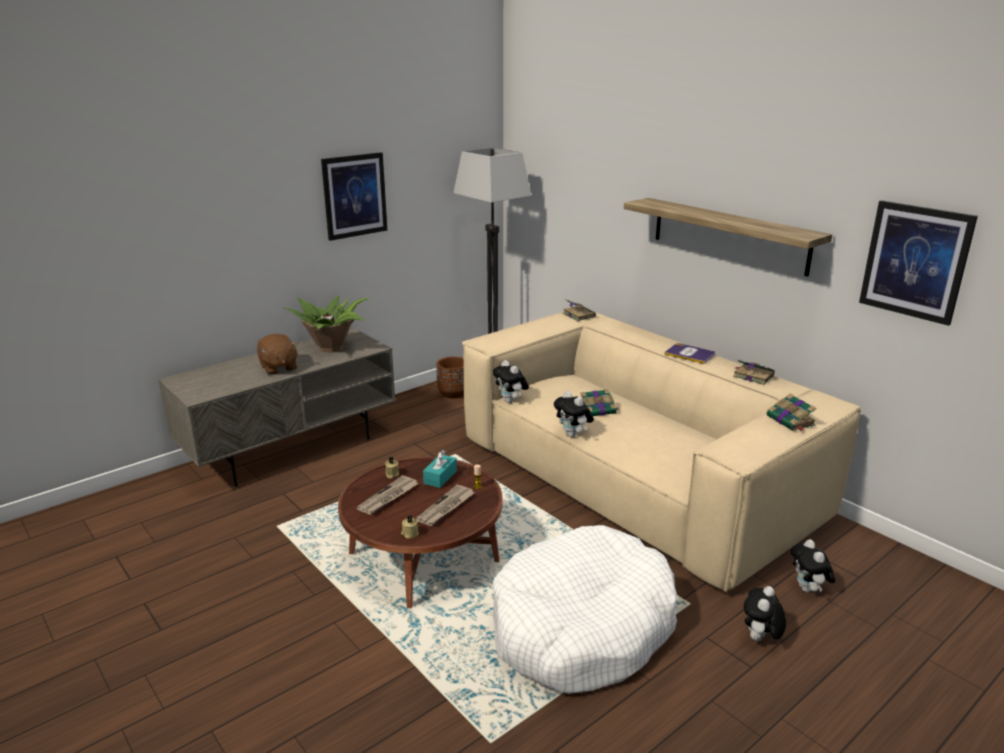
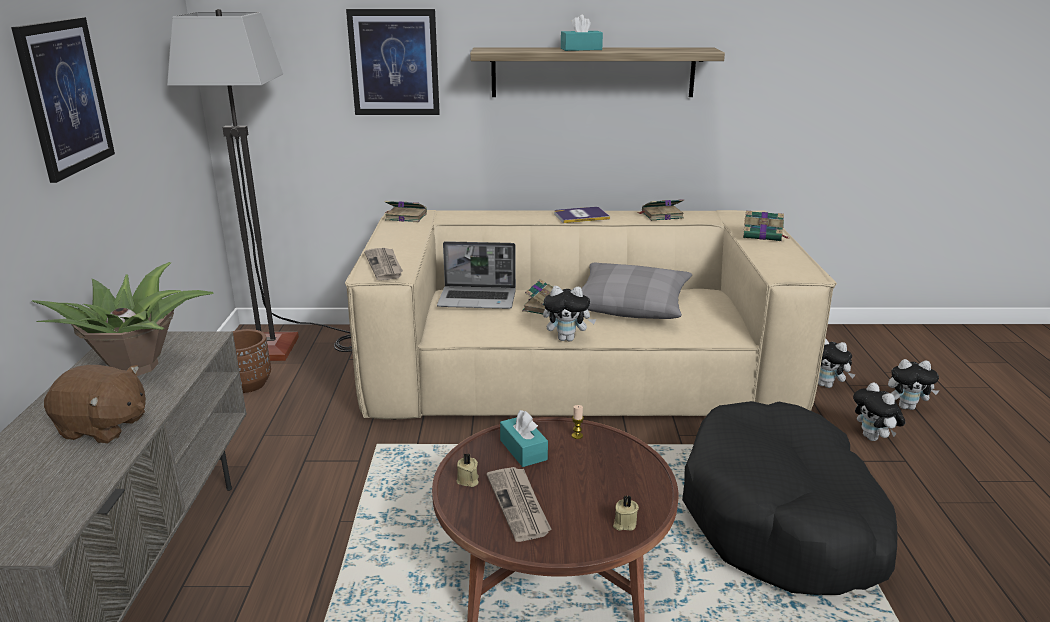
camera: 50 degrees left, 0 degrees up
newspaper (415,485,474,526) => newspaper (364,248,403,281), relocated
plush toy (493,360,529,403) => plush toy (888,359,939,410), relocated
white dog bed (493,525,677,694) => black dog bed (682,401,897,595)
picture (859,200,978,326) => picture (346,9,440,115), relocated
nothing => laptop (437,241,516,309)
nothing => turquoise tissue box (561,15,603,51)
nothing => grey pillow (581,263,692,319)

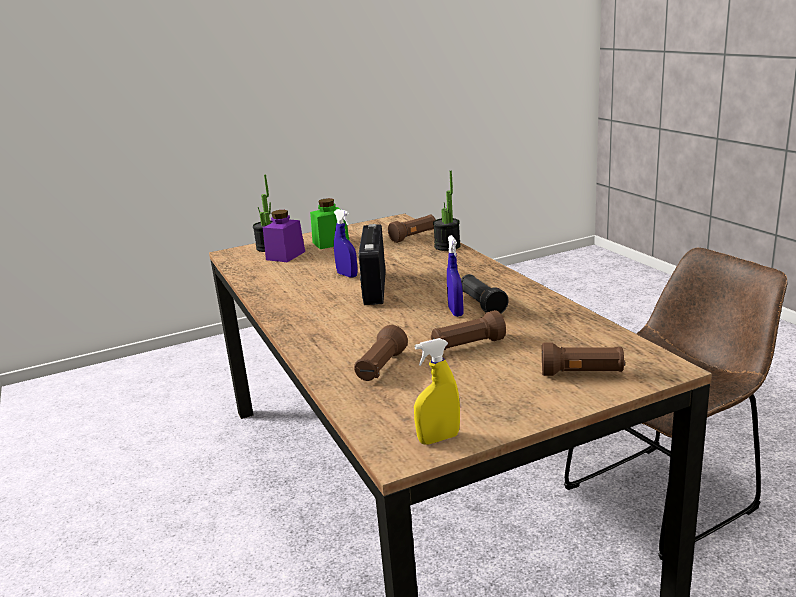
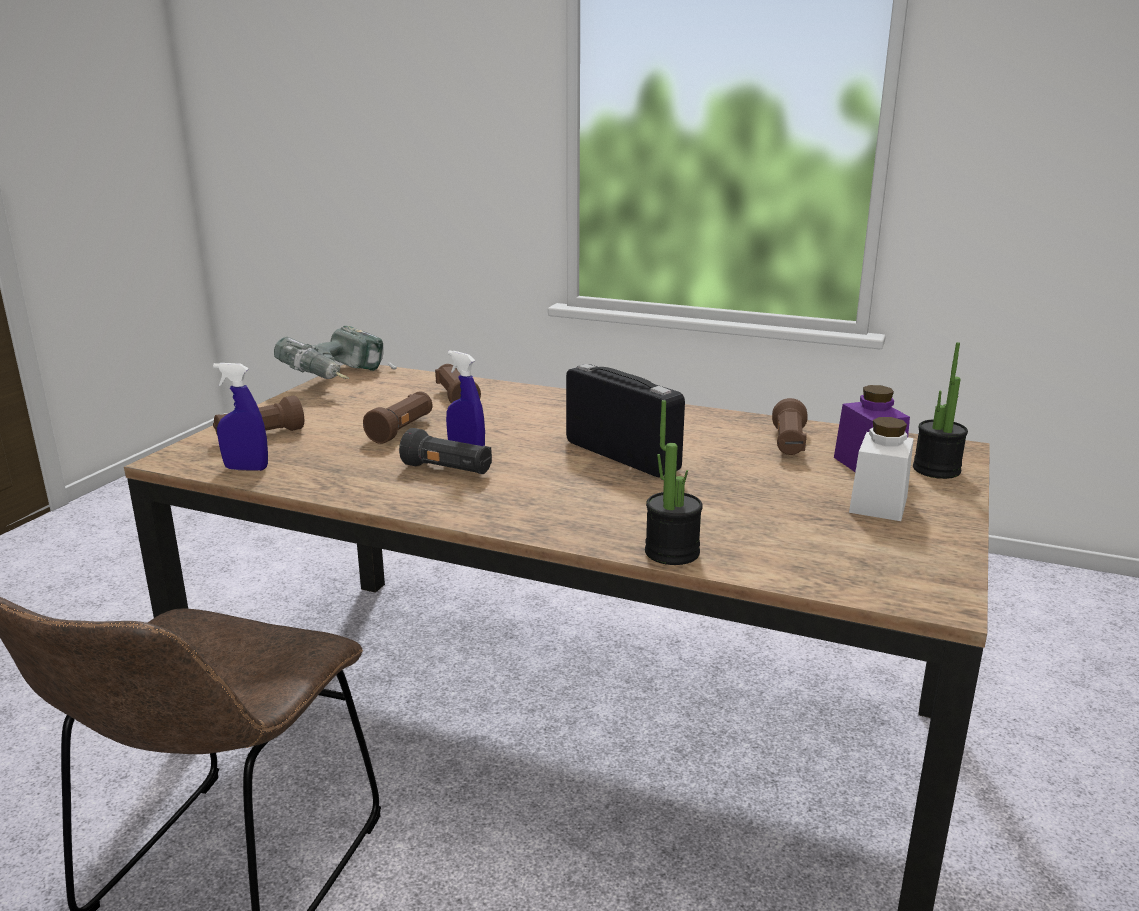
camera: 135 degrees right, 0 degrees up
green jar (310,198,349,249) => white jar (849,417,914,521)
blue spray bottle (334,209,358,278) => blue spray bottle (213,363,268,471), relocated
brown flashlight (388,215,436,243) => brown flashlight (772,398,808,455), relocated
yellow spray bottle (414,338,460,444) => power drill (274,326,397,379)

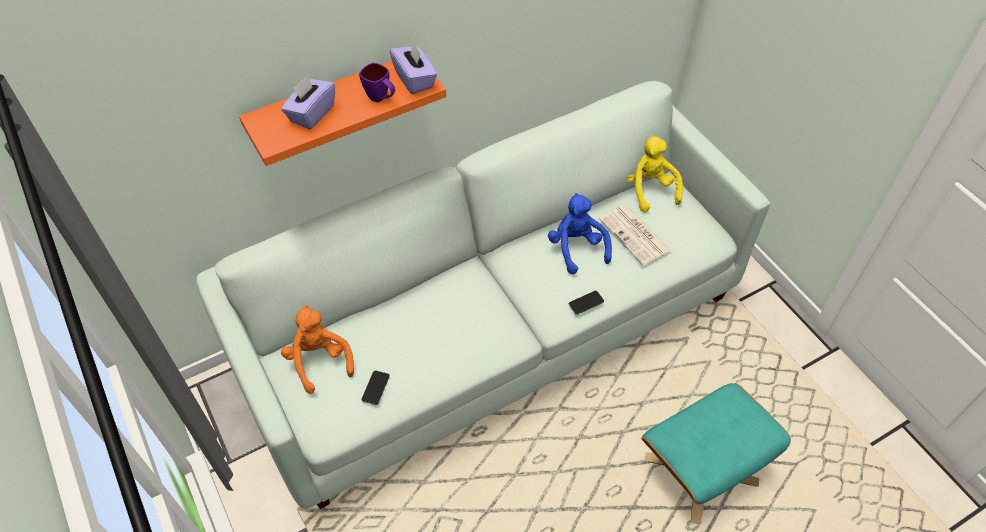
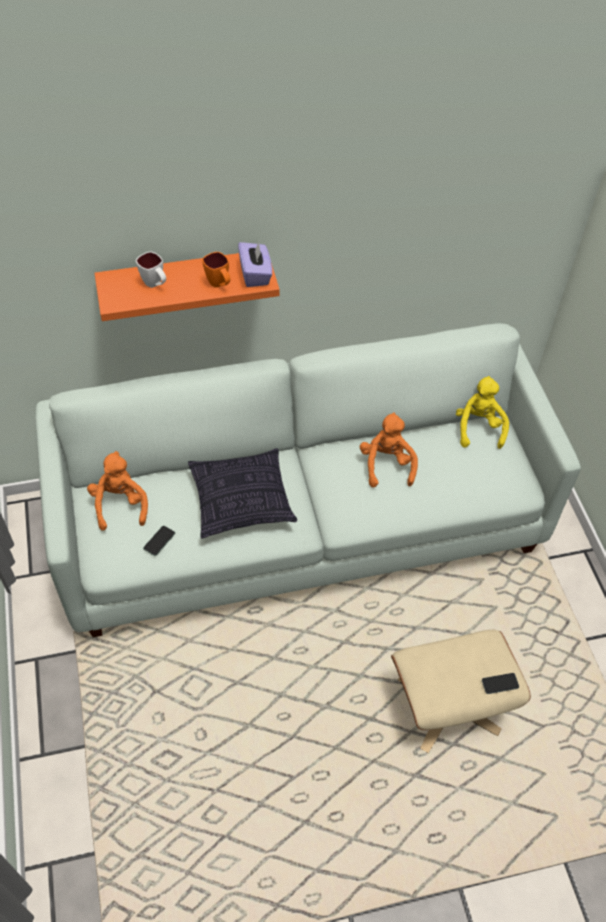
camera: 15 degrees right, 0 degrees up
purple tissue box (281,75,335,129) => white mug (136,252,166,288)
purple mug (359,63,395,102) => orange mug (202,252,230,288)
blue plush toy (548,193,612,274) => orange plush toy (360,412,418,487)
phone (569,291,604,315) => phone (482,673,519,694), relocated
newspaper (599,205,672,266) => nothing
turquoise ottoman (641,383,791,524) => beige ottoman (391,630,531,753)
nothing => pillow (188,448,297,539)

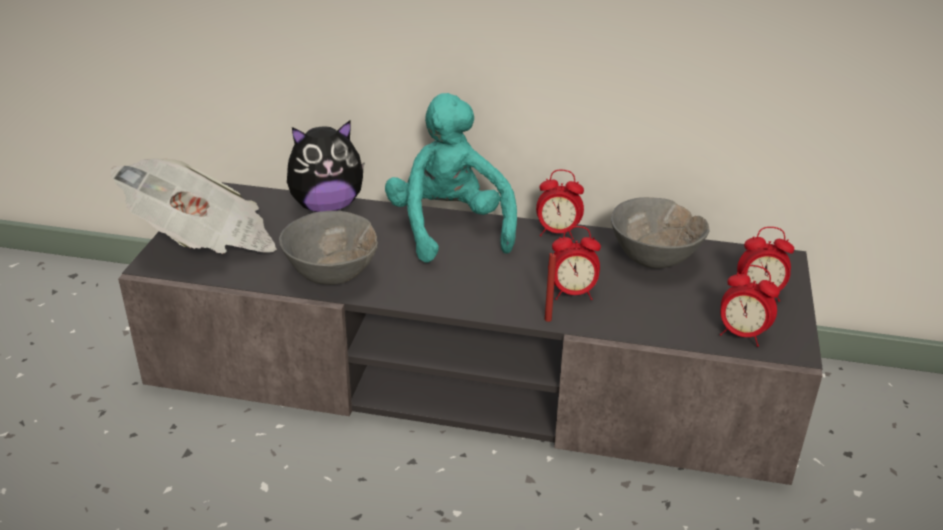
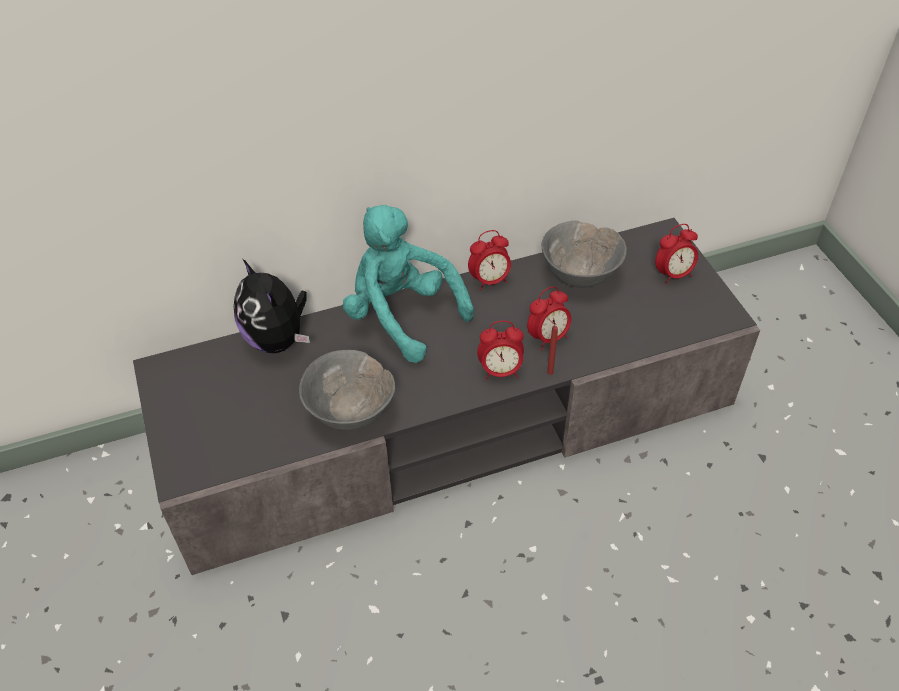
camera: 30 degrees left, 15 degrees up
newspaper (110,158,277,254) => nothing
plush toy (287,120,365,212) => plush toy (234,259,310,353), 105 degrees clockwise
alarm clock (720,265,780,347) => alarm clock (477,321,524,380), relocated

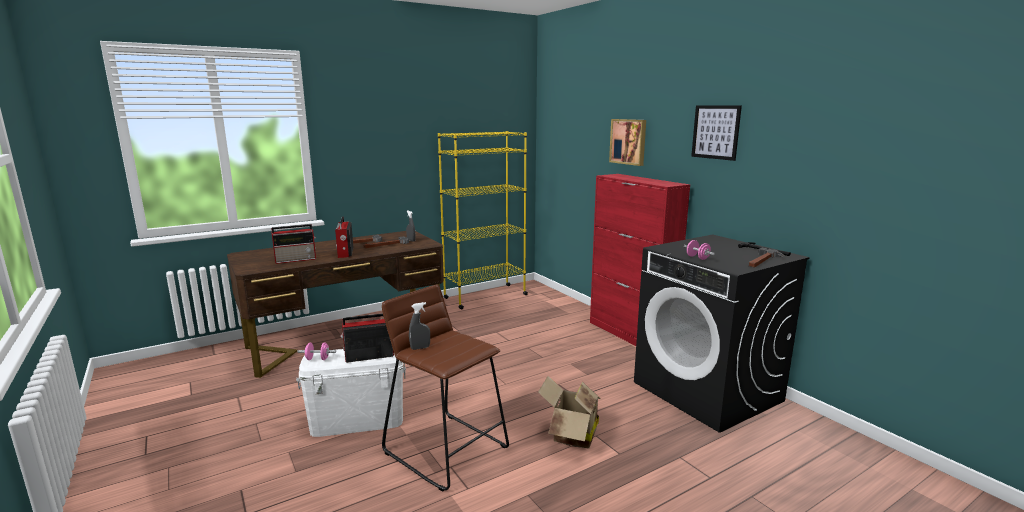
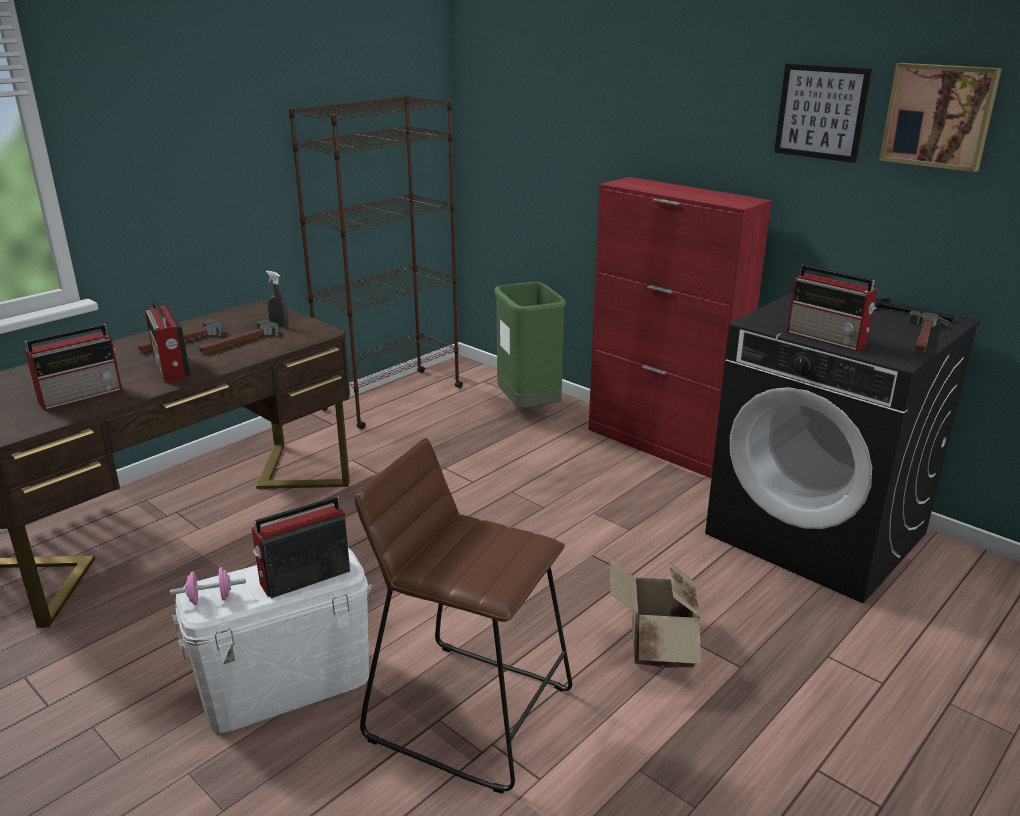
camera: 15 degrees left, 10 degrees up
grey spray bottle (409,302,430,350) => nothing
yellow bookcase (438,131,528,309) => brown bookcase (288,95,463,429)
picture (609,119,646,166) => picture (879,63,1002,172), relocated
pink dumbbell (684,240,715,260) => radio (787,265,878,352)
nothing => green trash can (494,282,566,408)

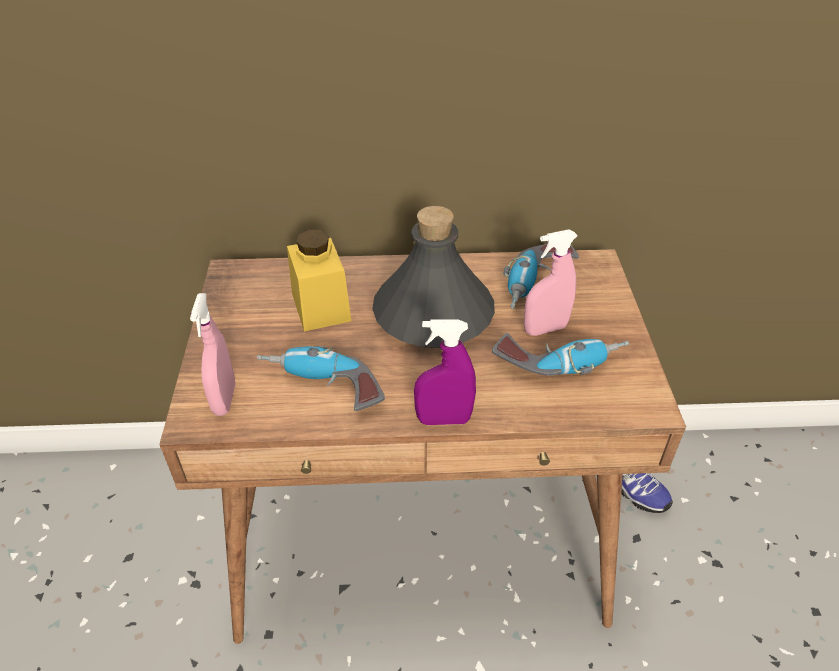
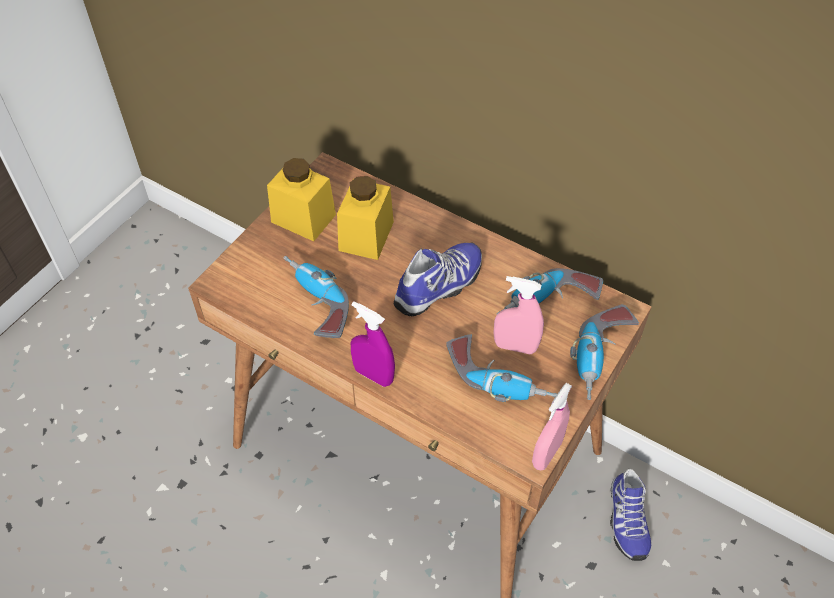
camera: 35 degrees right, 10 degrees up
pink spray bottle (190,293,235,416) => pink spray bottle (532,383,572,470), relocated
grey bottle (372,206,495,348) => shoe (394,242,482,316)
nothing => yellow jar (267,158,336,241)
nothing => power drill (570,304,639,400)

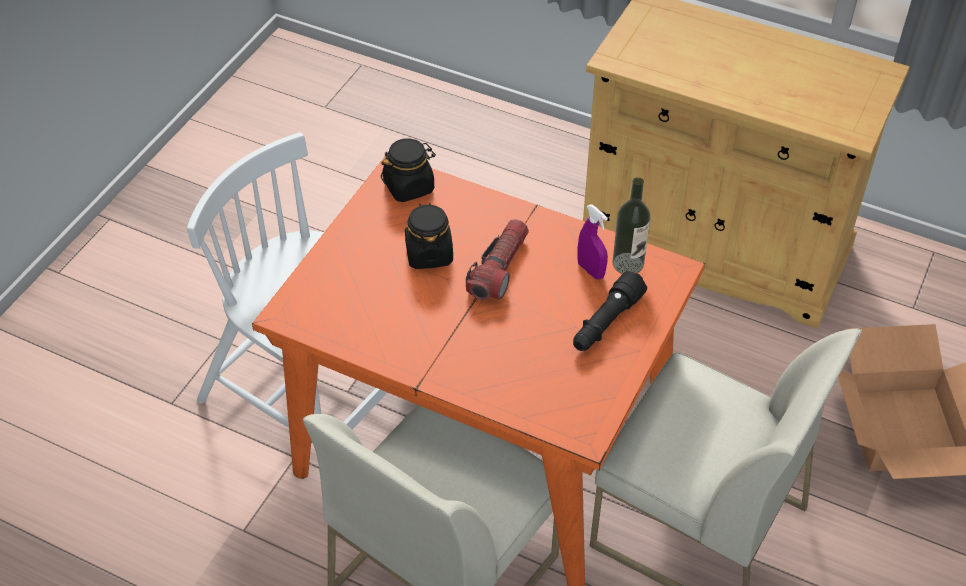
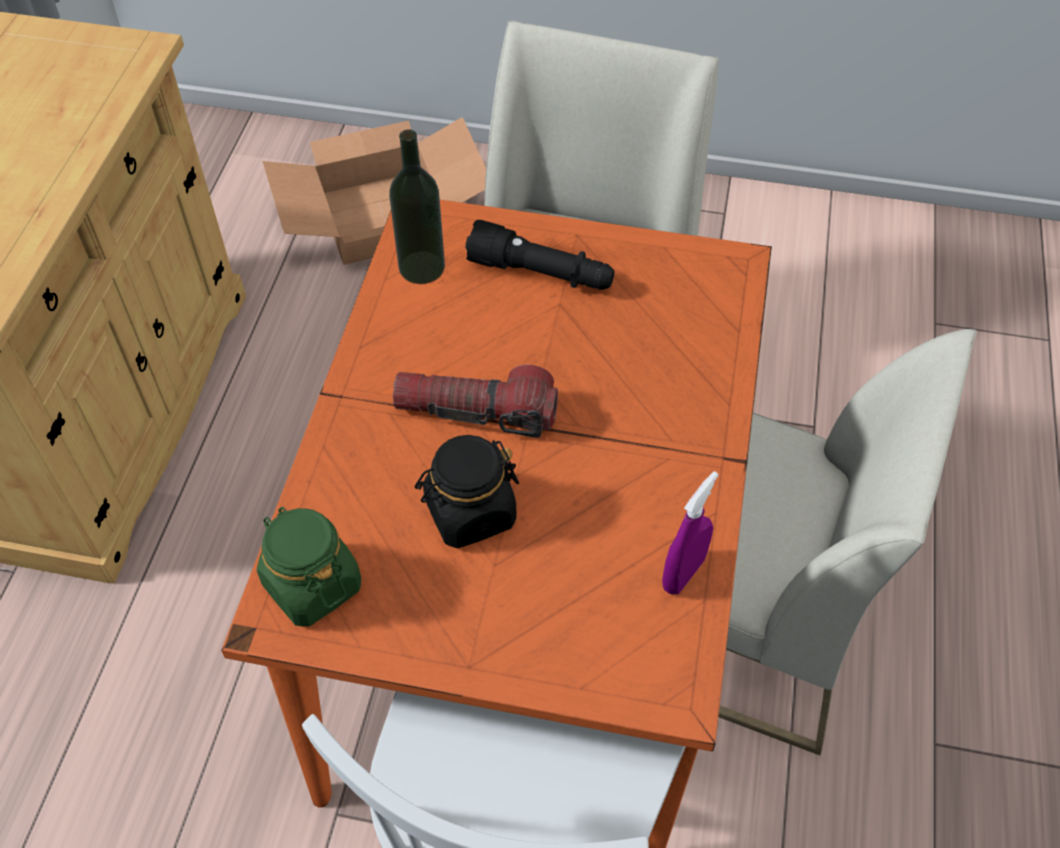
camera: 105 degrees left, 5 degrees up
black jar (381,138,436,202) => green jar (257,507,361,627)
purple spray bottle (577,204,608,279) => purple spray bottle (662,471,719,594), relocated

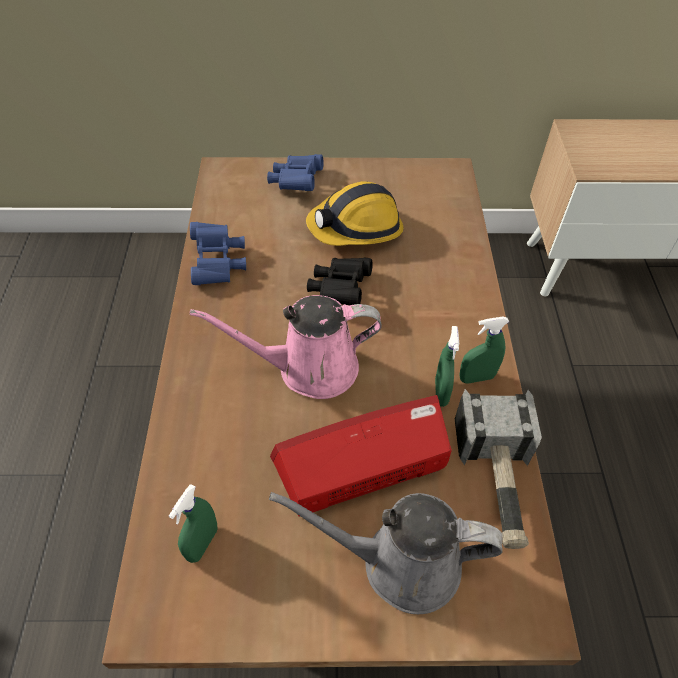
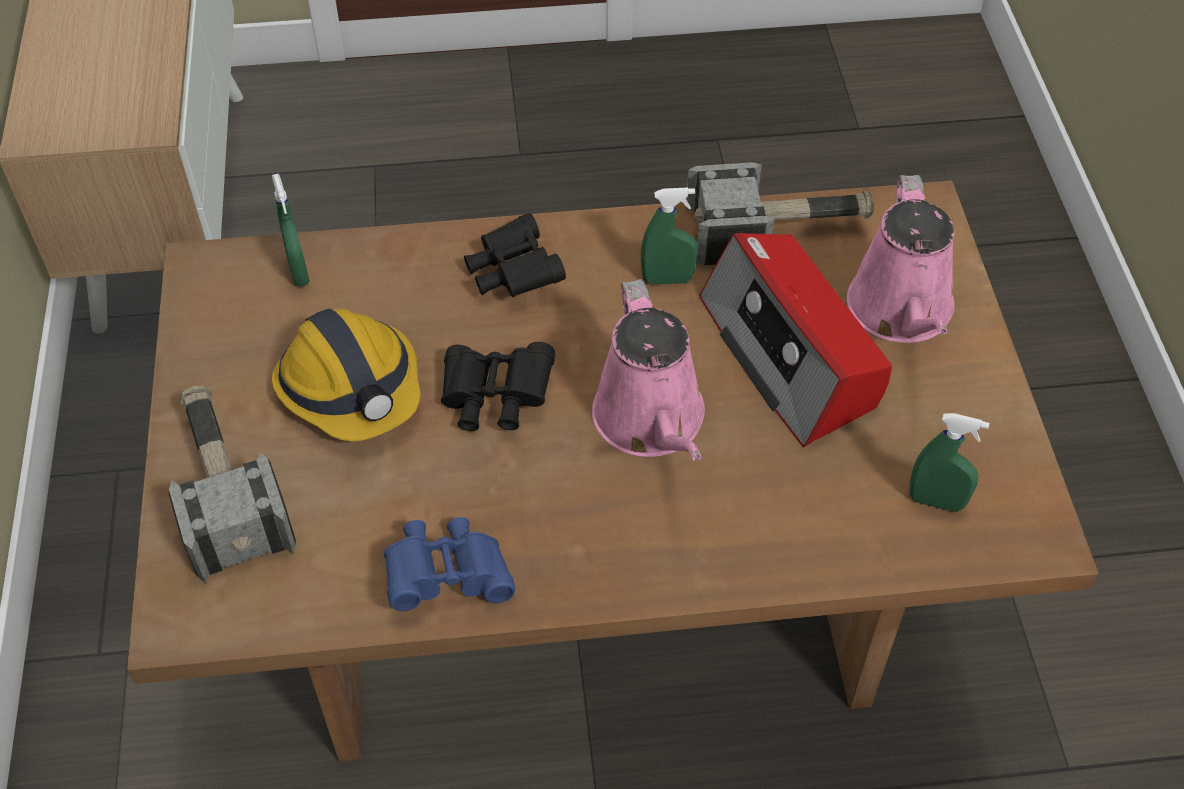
camera: 95 degrees left, 0 degrees up
blue binoculars (267,154,323,191) => hammer (169,386,296,584)
grey watering can (269,492,503,614) => pink watering can (847,175,955,343)
green spray bottle (459,317,509,384) => green spray bottle (272,173,309,287), relocated
nothing => black binoculars (464,213,566,297)

